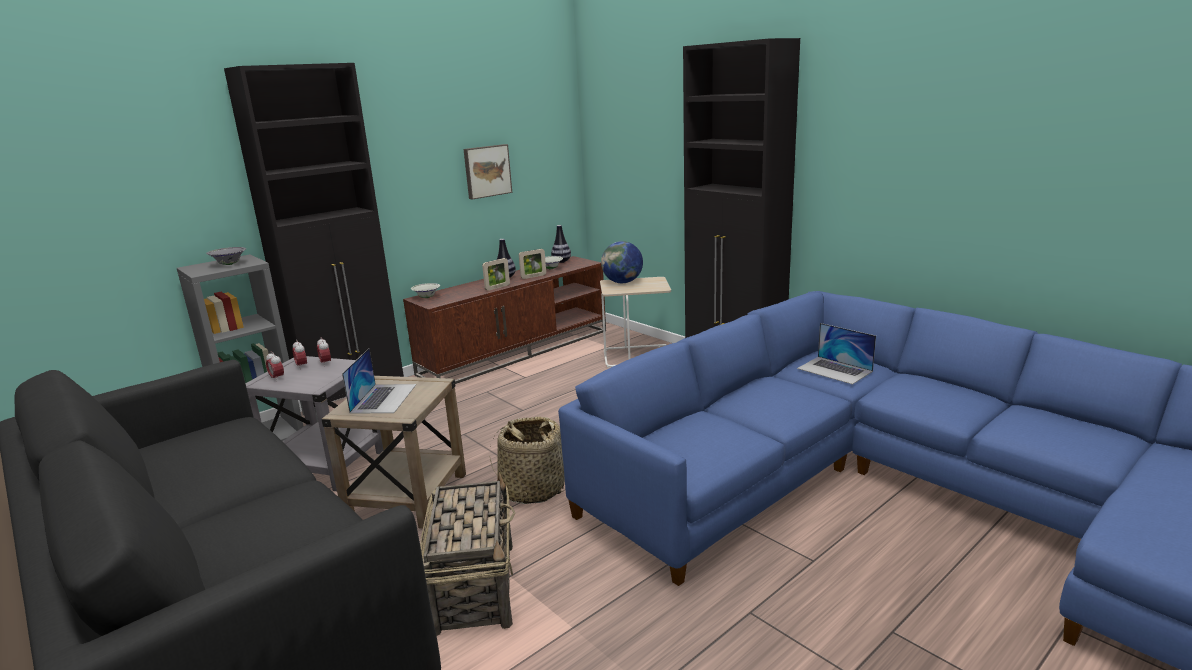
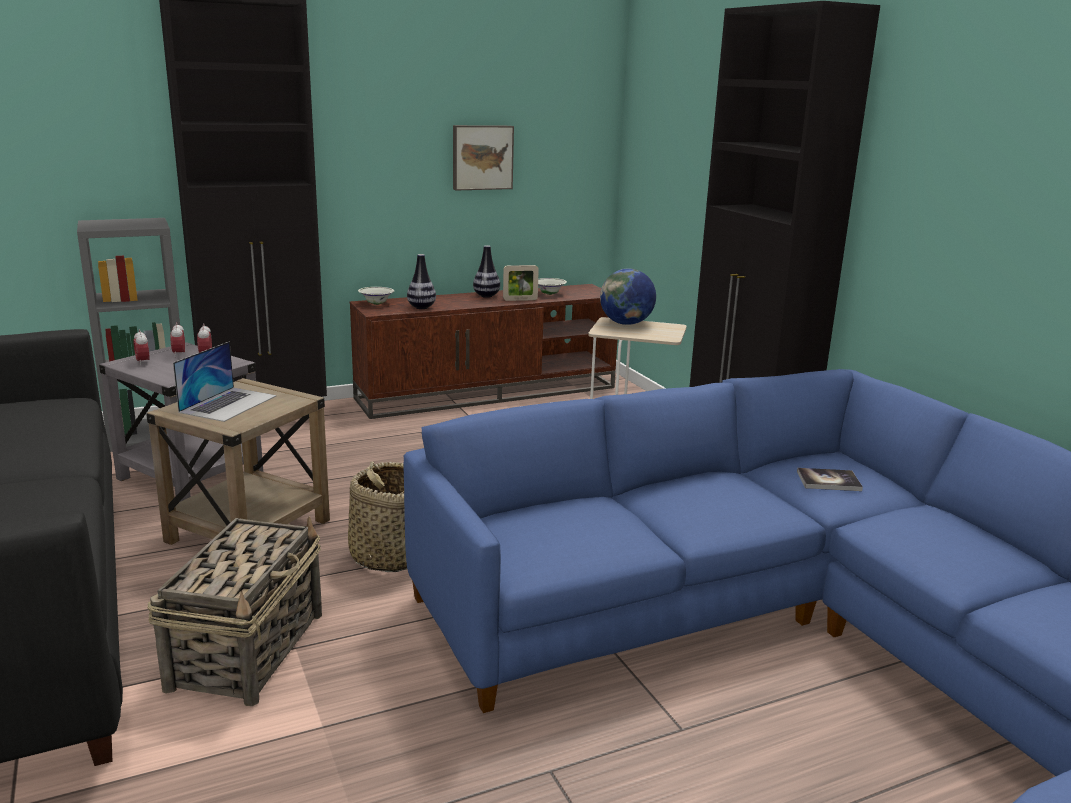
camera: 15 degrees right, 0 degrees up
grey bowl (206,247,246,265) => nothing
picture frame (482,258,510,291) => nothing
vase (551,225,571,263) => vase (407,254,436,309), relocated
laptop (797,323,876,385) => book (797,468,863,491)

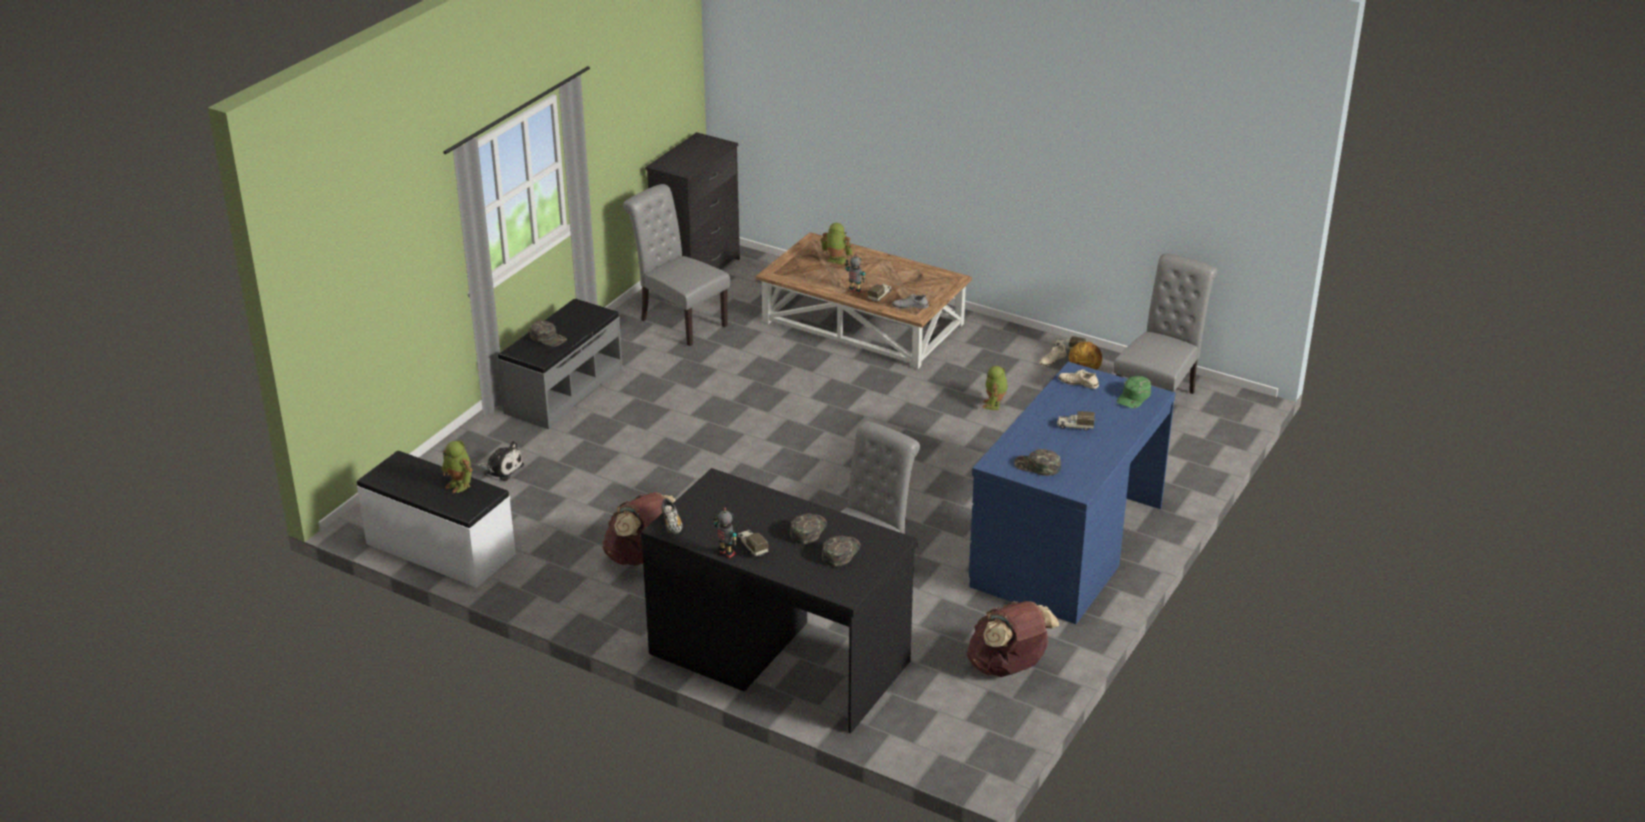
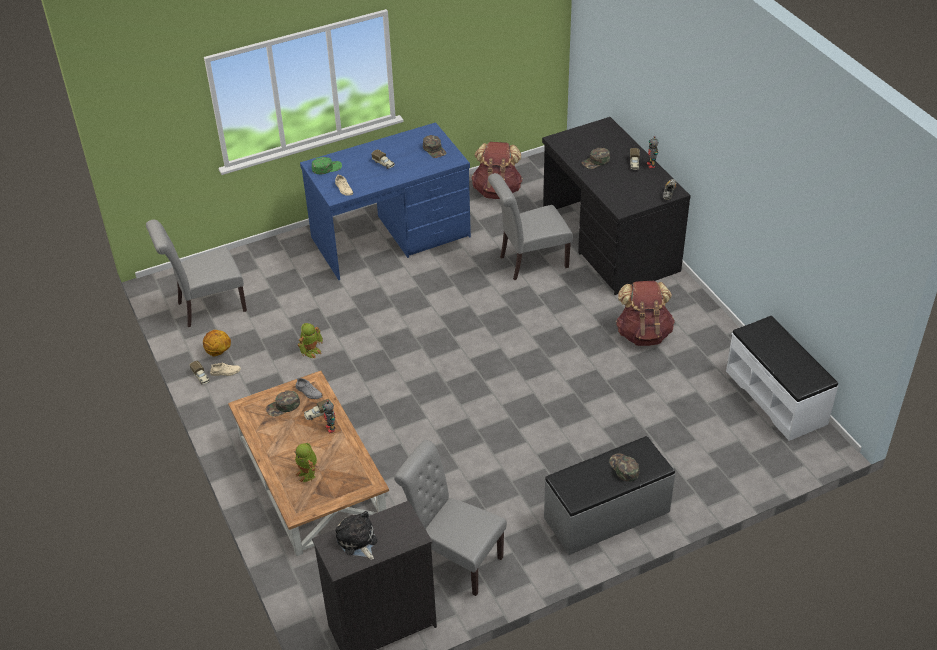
camera: 145 degrees left, 10 degrees up
toy robot (442,440,472,493) => nothing
plush toy (477,441,524,481) => plush toy (336,511,377,560), relocated
grey chair (623,184,730,346) => grey chair (394,440,507,596), 135 degrees clockwise
green cap (822,535,861,566) => green cap (266,390,300,417), relocated

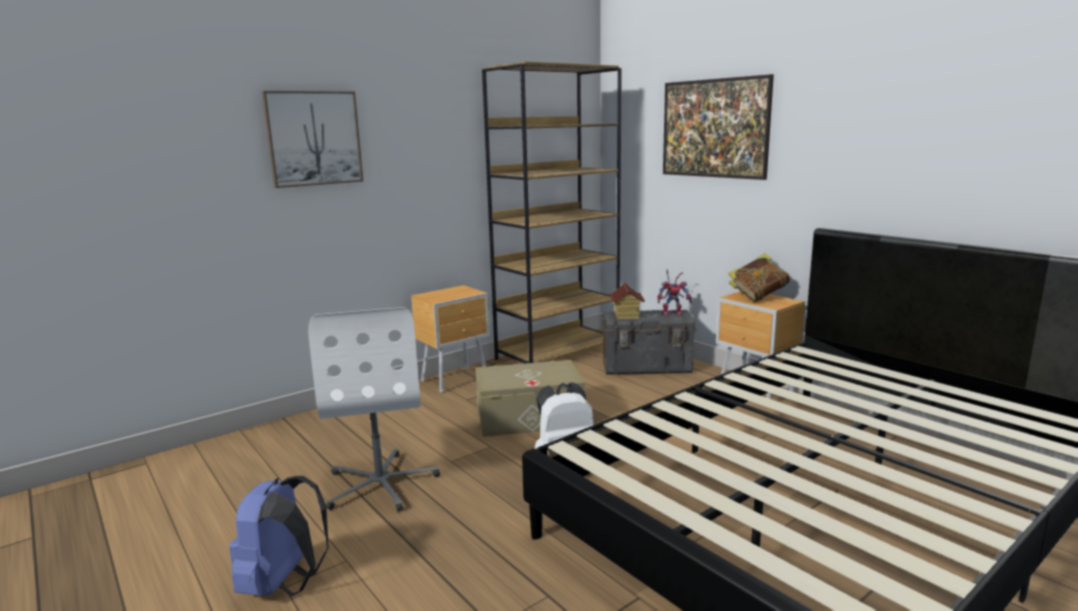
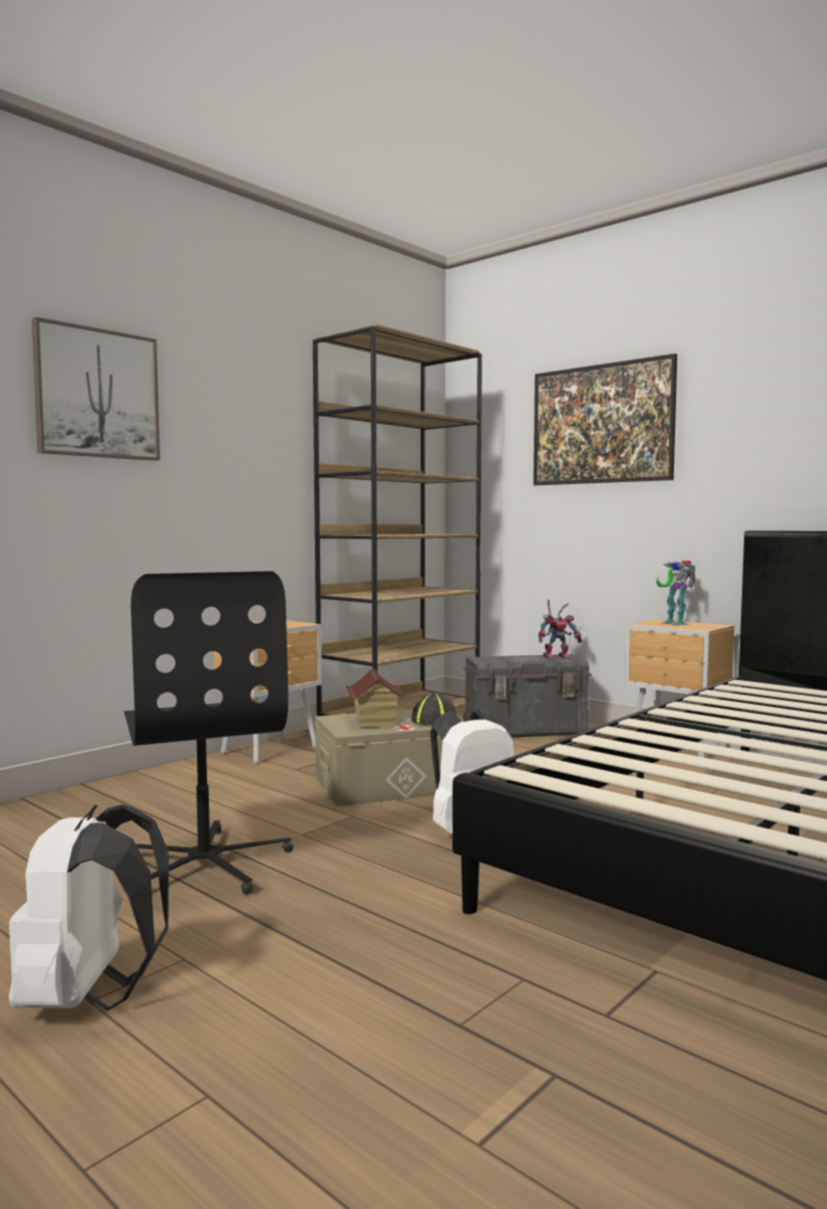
camera: 10 degrees left, 10 degrees down
blue backpack (229,476,329,596) => white backpack (9,804,169,1011)
white office chair (308,307,440,512) => black office chair (124,571,293,895)
toy house (609,283,645,319) => toy house (346,668,405,727), relocated
book (728,253,790,302) => toy robot (657,560,696,626)
nothing => cap (412,692,456,725)

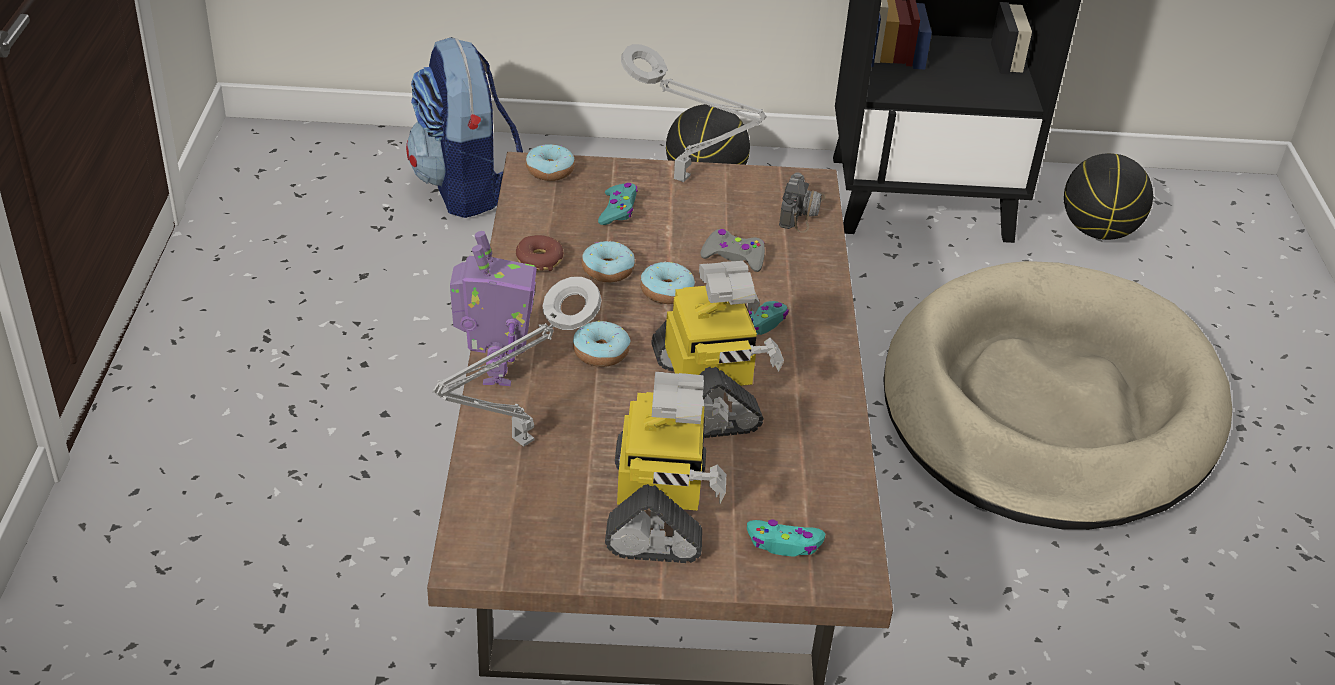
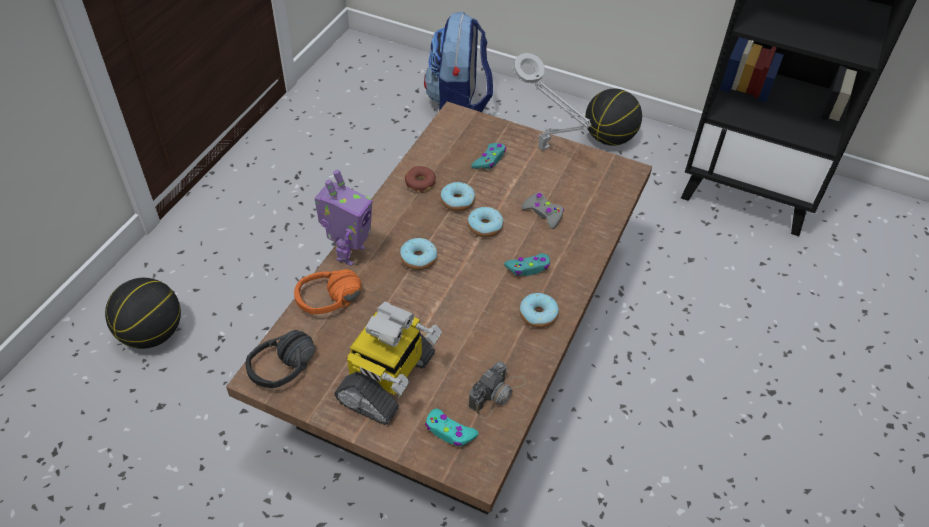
camera: 25 degrees right, 10 degrees up
grey table lamp (432,277,602,447) => orange headphones (294,269,361,314)
donut (526,144,575,181) => donut (519,293,559,328), relocated
toy robot (651,261,784,438) => nothing
photo camera (779,172,826,233) => photo camera (469,361,527,419), relocated
beige dog bed (883,261,1232,530) => nothing
basketball (1064,153,1153,240) => basketball (105,278,181,349), relocated
nothing => black headphones (246,330,315,388)

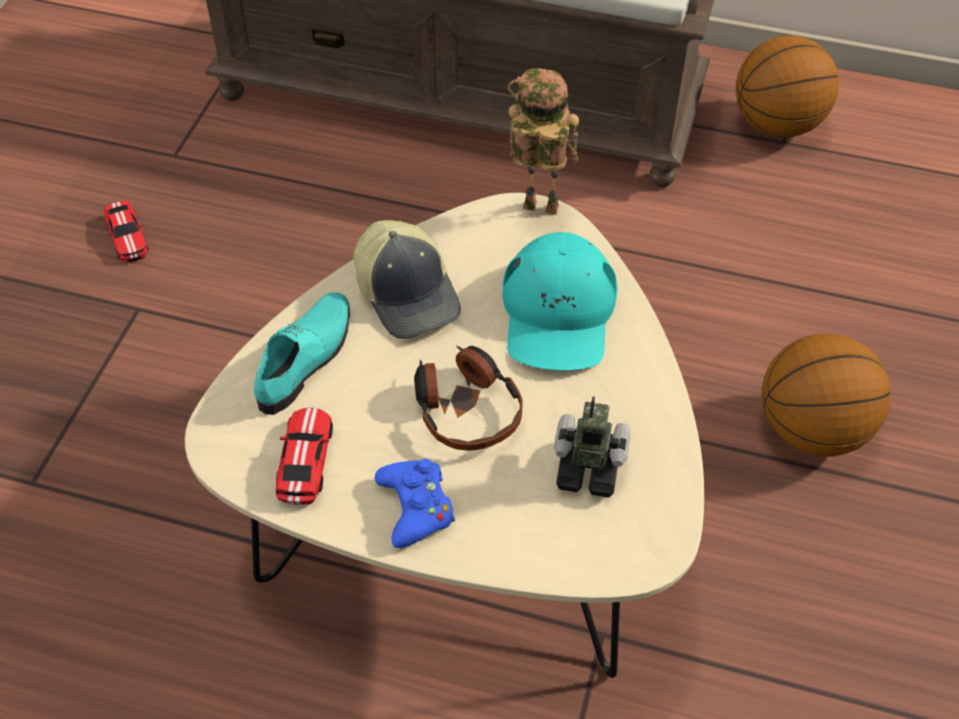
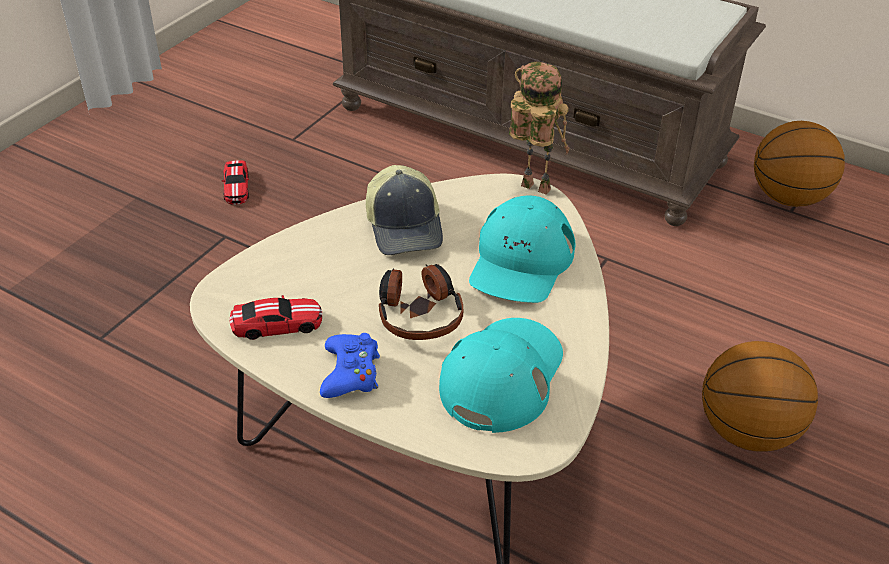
camera: 15 degrees right, 10 degrees down
turquoise shoe (254,292,350,415) => nothing
toy car (276,408,333,505) => toy car (229,295,322,340), 60 degrees clockwise
toy robot (554,397,631,498) => turquoise cap (439,318,563,433)

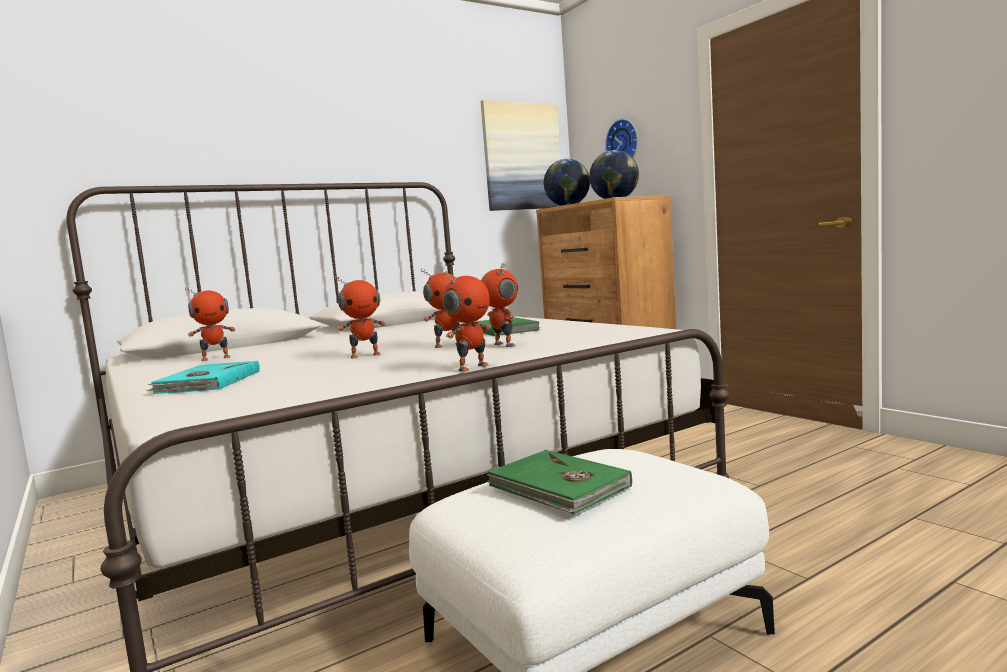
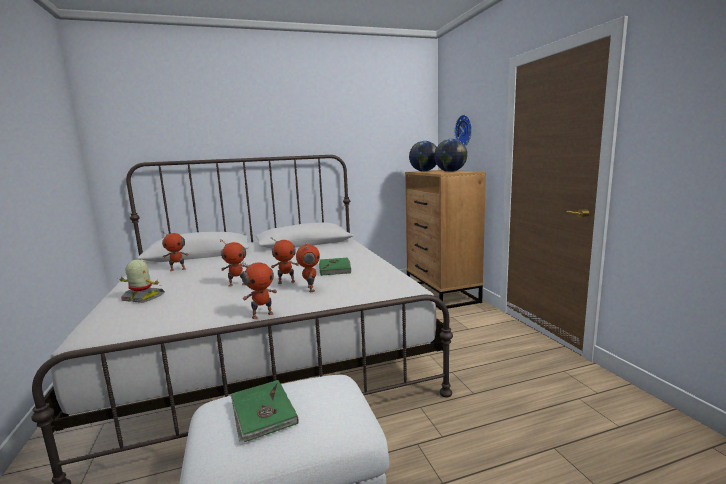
camera: 15 degrees right, 5 degrees up
turquoise book (146,361,260,394) => toy robot (120,260,165,303)
picture (481,100,561,211) => nothing

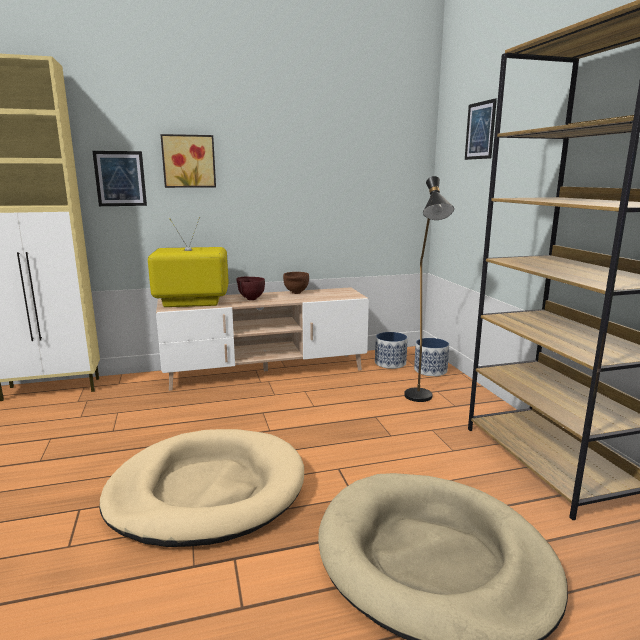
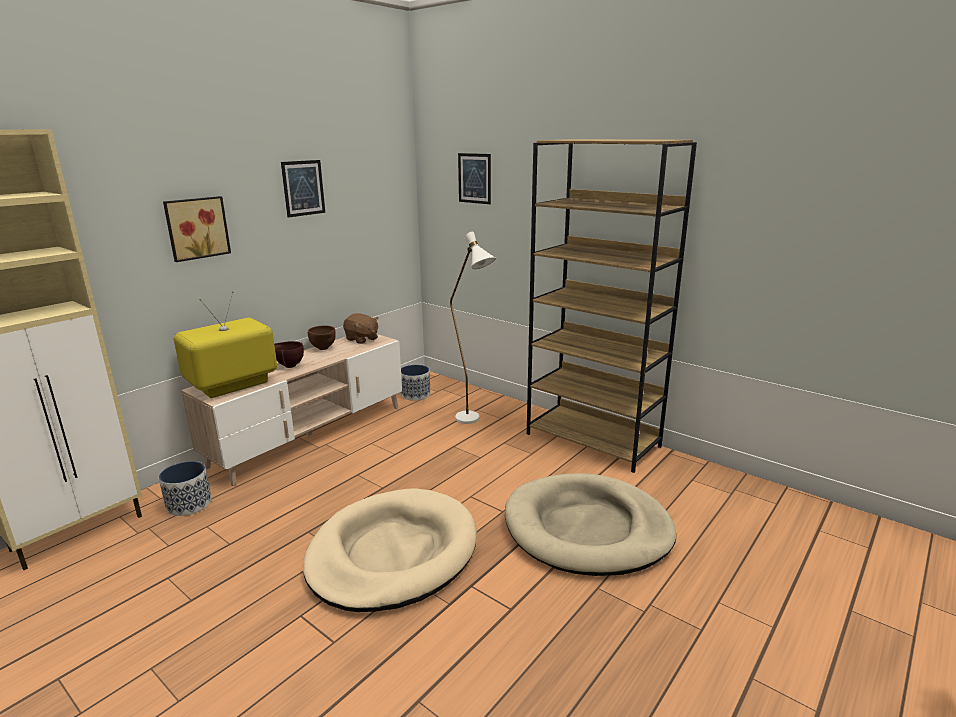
camera: 35 degrees left, 5 degrees up
picture (92,151,147,206) => picture (281,160,325,218), relocated
black floor lamp (404,176,454,402) => white floor lamp (450,232,496,424)
planter (414,338,449,376) => planter (159,461,211,516), relocated
nothing => brown plush toy (343,313,378,344)

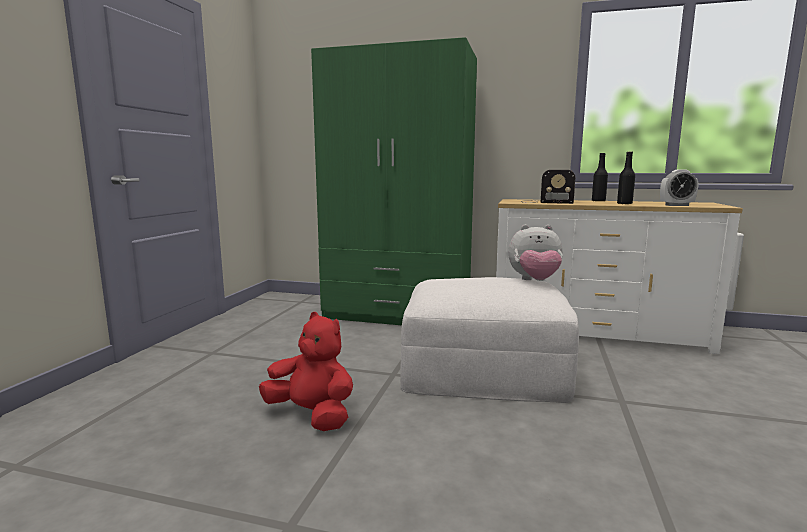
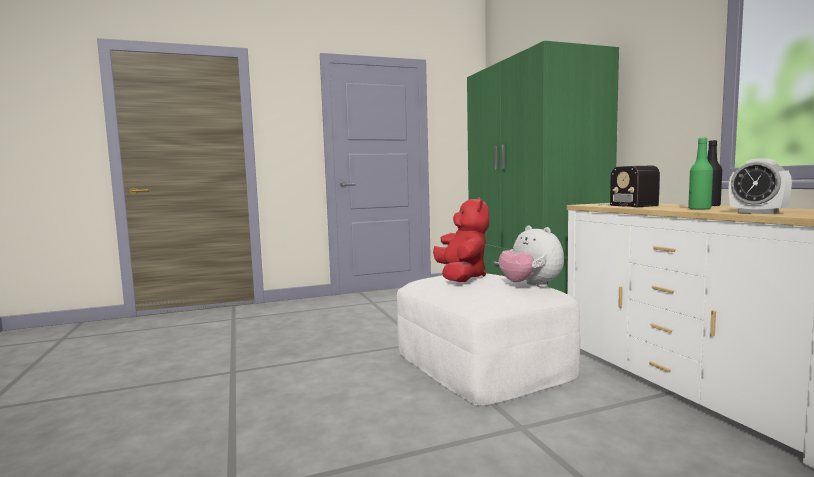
camera: 55 degrees right, 5 degrees down
red plush toy (259,312,353,431) => red plush toy (433,197,489,282), relocated
black bottle (617,152,635,204) => green bottle (688,137,713,210)

